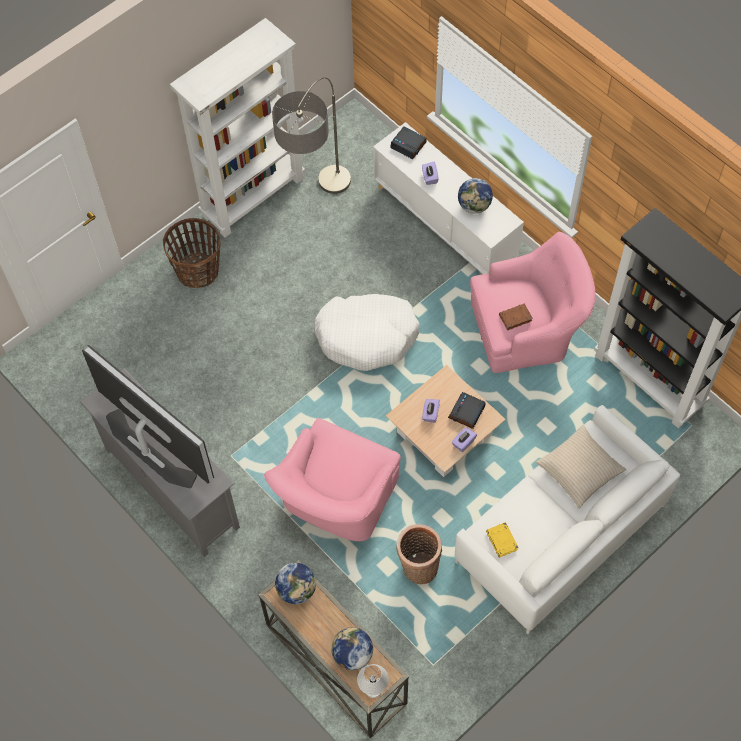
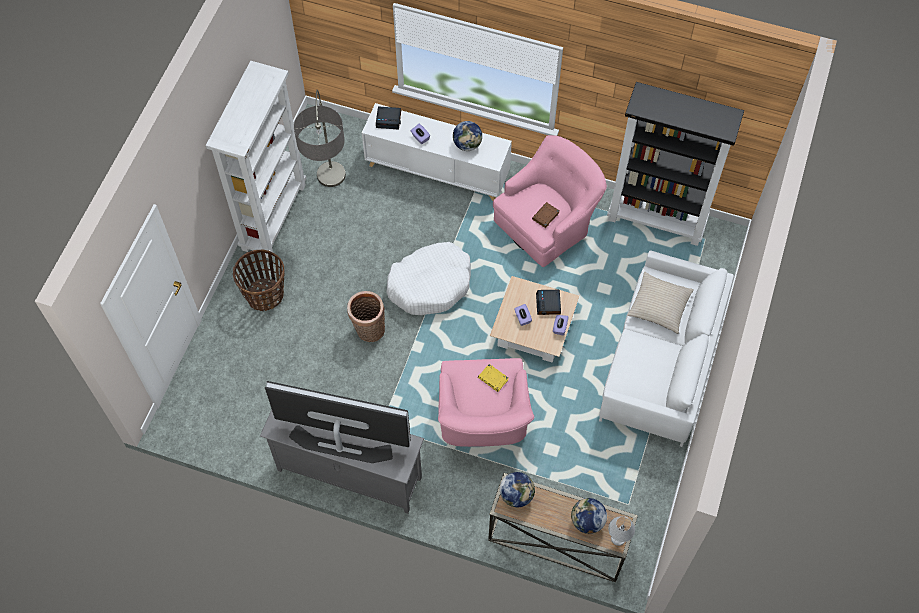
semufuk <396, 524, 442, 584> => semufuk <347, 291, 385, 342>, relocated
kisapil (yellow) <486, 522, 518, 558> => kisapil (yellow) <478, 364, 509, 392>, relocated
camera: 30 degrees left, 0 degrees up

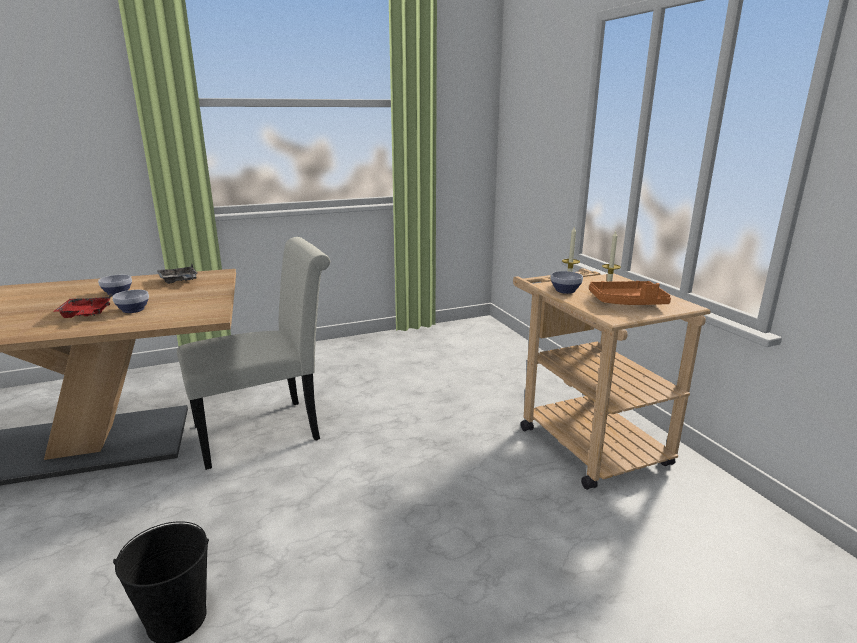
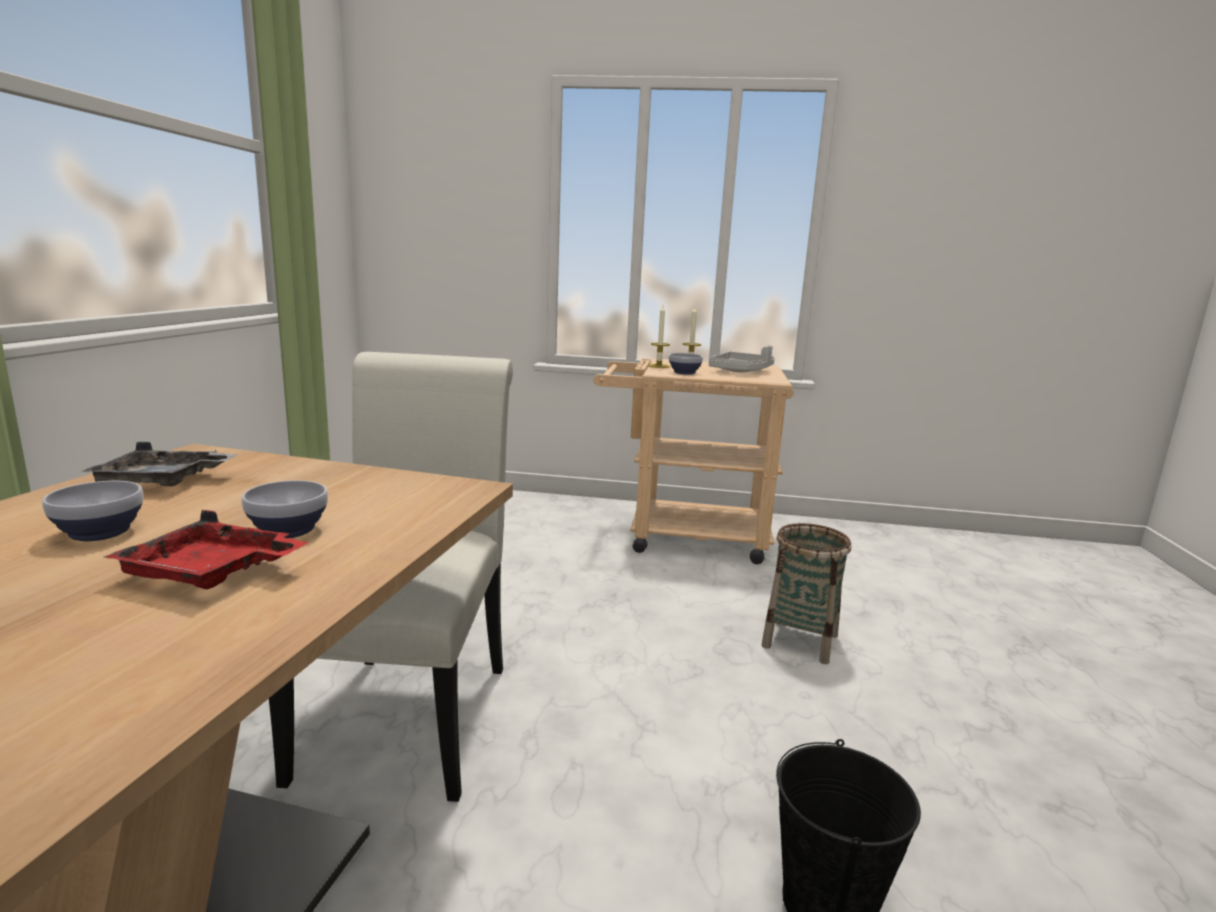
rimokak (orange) <589, 281, 671, 305> => rimokak (grey) <709, 346, 774, 372>
nothing => semufuk <762, 523, 851, 664>
camera: 60 degrees left, 5 degrees down

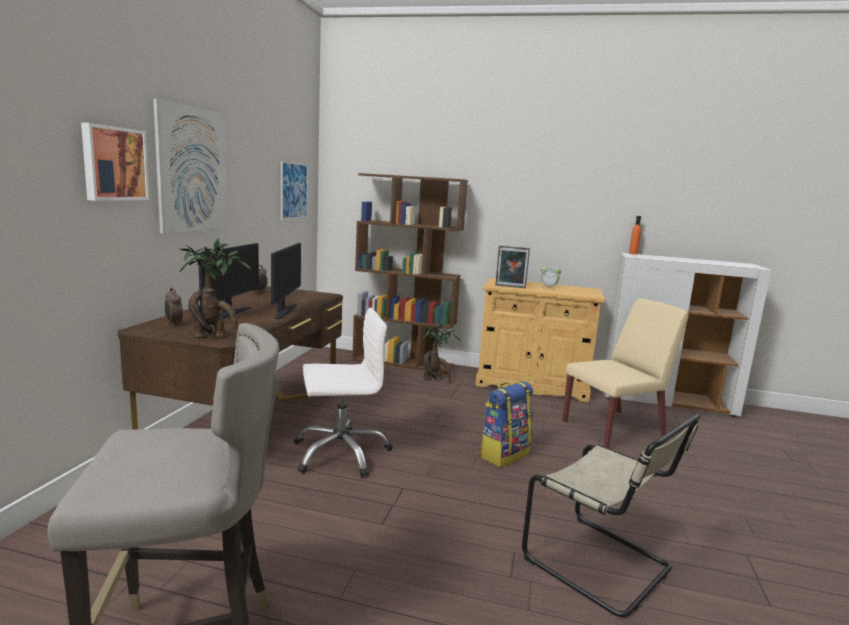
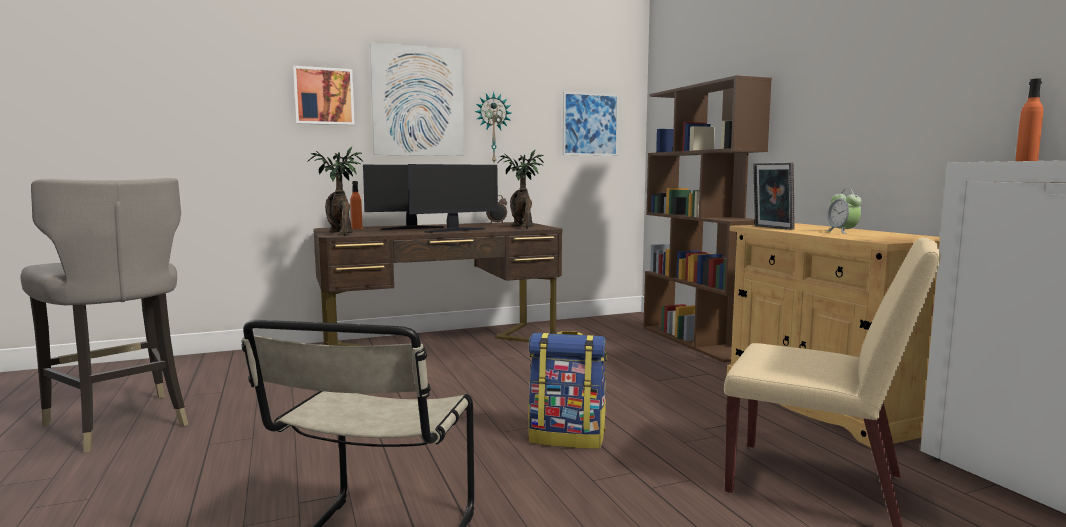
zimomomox <165, 288, 183, 326> => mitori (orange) <350, 181, 362, 229>
nothing => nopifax <475, 92, 511, 163>
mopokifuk <421, 321, 461, 383> => mopokifuk <498, 150, 544, 229>, relocated
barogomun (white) <294, 308, 393, 478> => nothing
camera: 55 degrees right, 5 degrees down

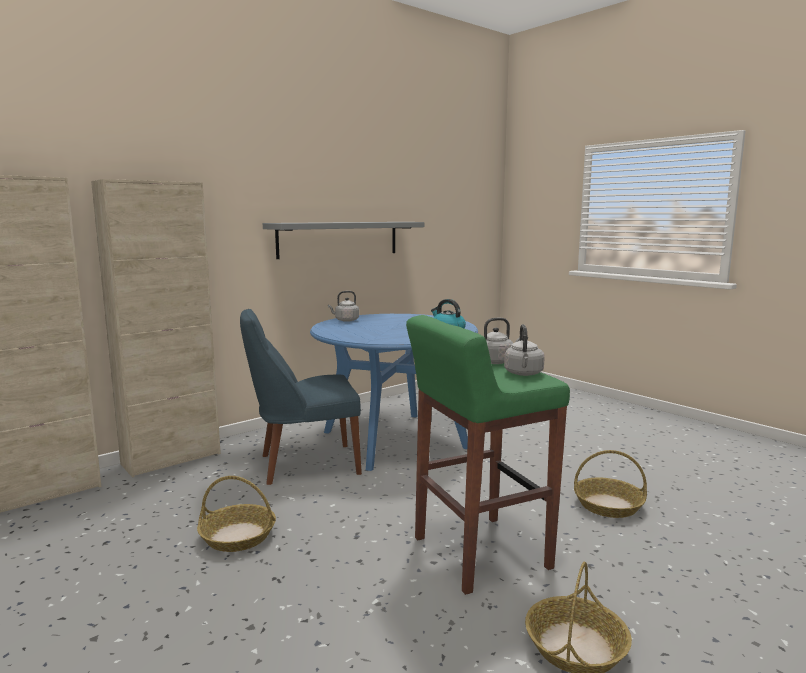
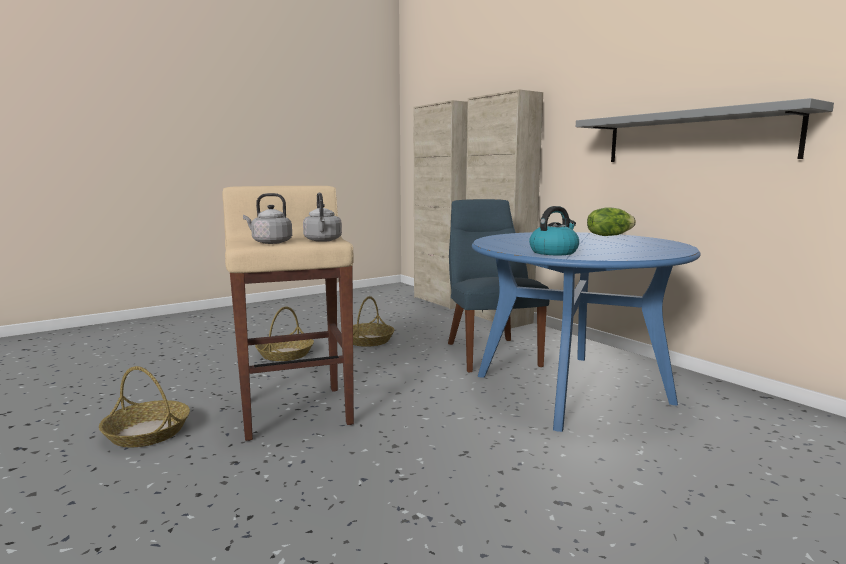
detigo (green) <406, 315, 570, 595> => detigo (beige) <222, 186, 354, 441>
semufuk <574, 450, 647, 518> => semufuk <255, 307, 314, 361>, relocated
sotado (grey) <328, 291, 359, 322> => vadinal <587, 207, 636, 236>
camera: 95 degrees right, 0 degrees up

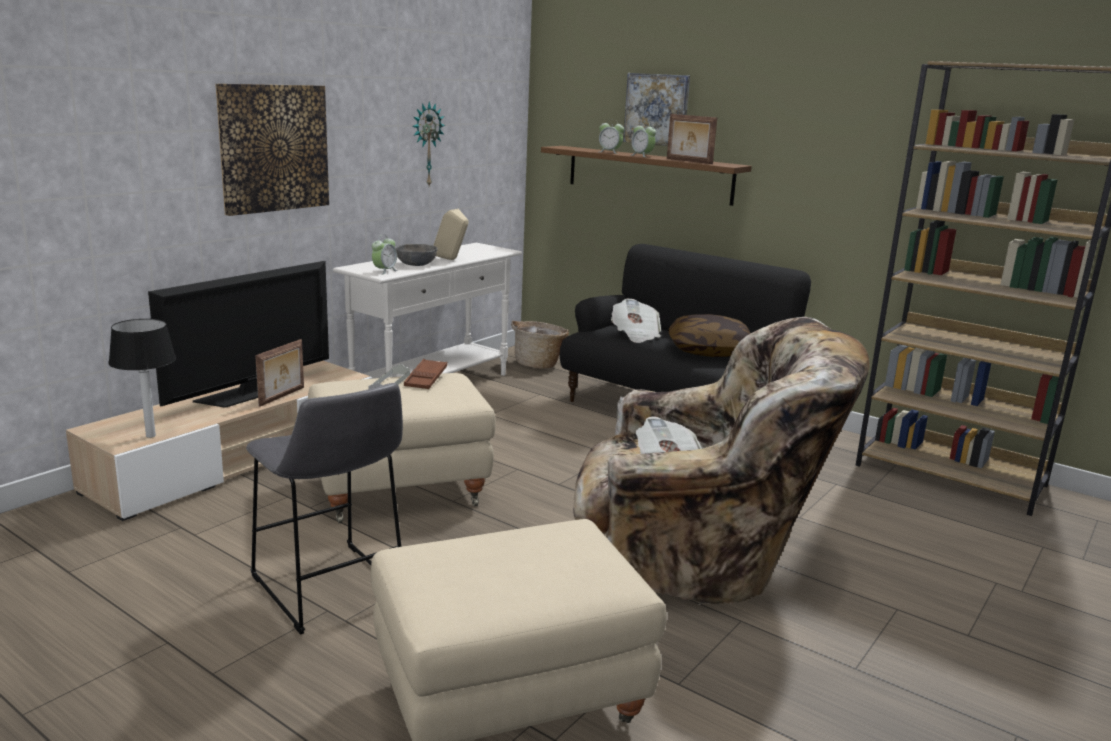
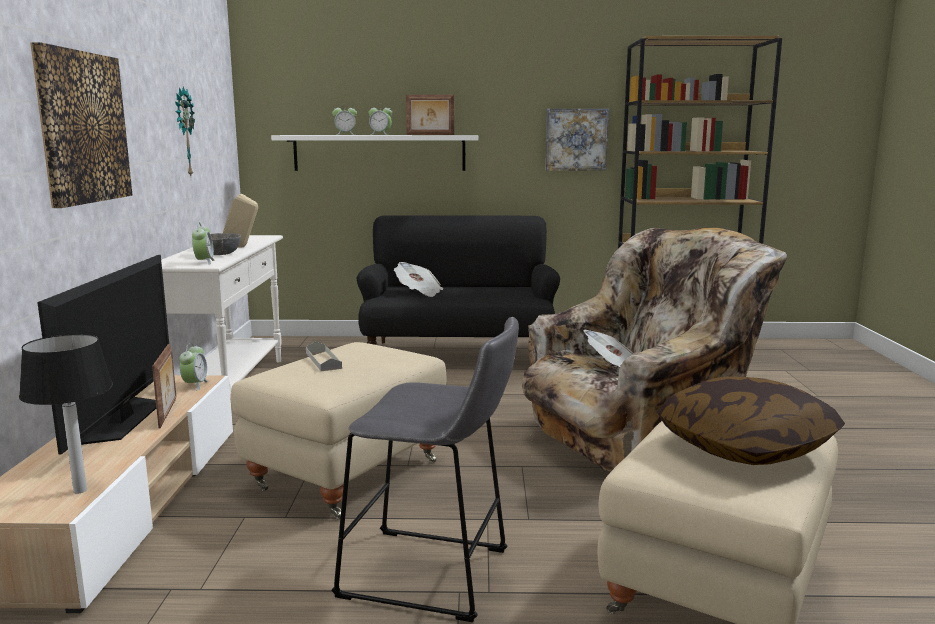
nothing => zimomomox <179, 343, 209, 390>
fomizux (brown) <541, 146, 752, 206> => fomizux (white) <271, 135, 479, 171>
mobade <623, 73, 690, 146> => mobade <546, 109, 609, 171>, relocated
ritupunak <669, 314, 750, 357> => ritupunak <657, 376, 845, 465>, relocated
rimokak (brown) <404, 359, 447, 389> => nothing
semufuk <511, 321, 569, 369> => nothing
camera: 35 degrees left, 5 degrees down

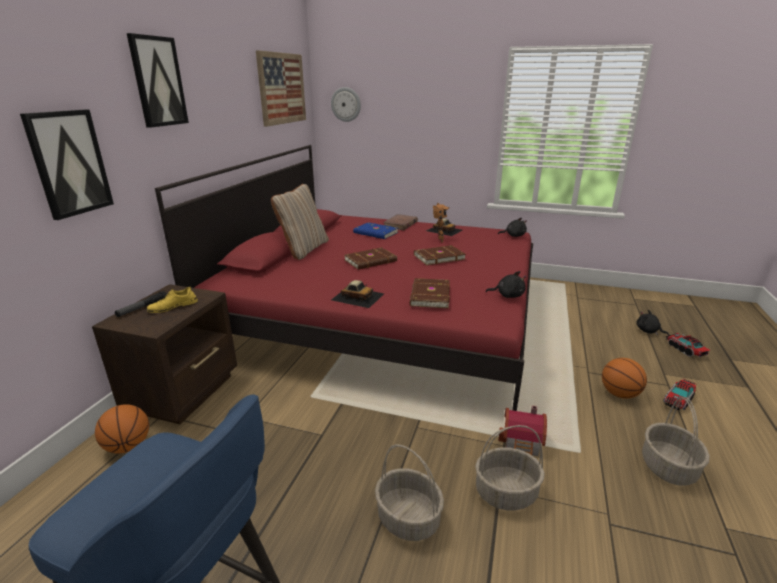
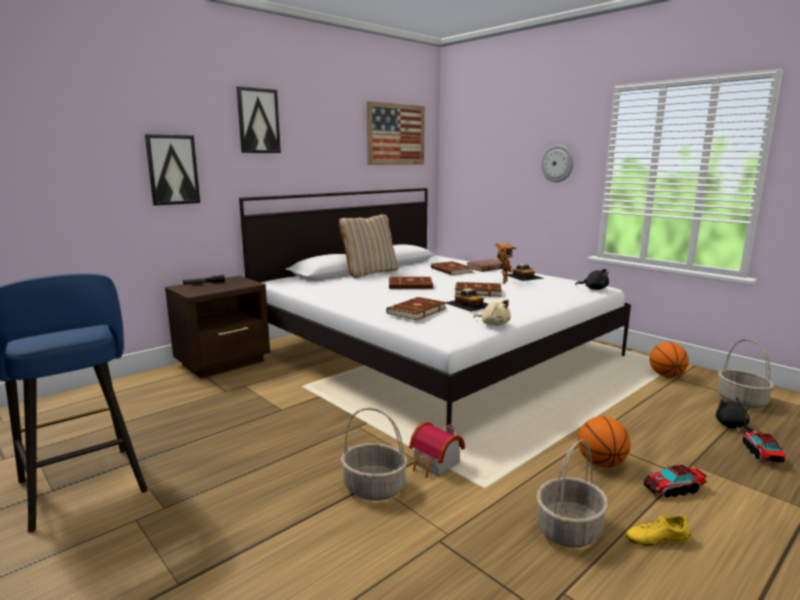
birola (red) <155, 145, 533, 411> => birola (white) <239, 188, 631, 432>
kisapil (blue) <353, 222, 398, 239> => kisapil (brown) <431, 261, 473, 275>
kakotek <331, 280, 384, 308> => kakotek <446, 288, 488, 312>, relocated
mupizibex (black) <486, 271, 526, 298> => mupizibex (beige) <473, 299, 511, 326>
nopifax <331, 87, 361, 122> => nopifax <541, 145, 574, 182>, relocated
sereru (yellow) <147, 287, 198, 313> => sereru (yellow) <625, 514, 691, 547>, relocated
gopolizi <95, 404, 149, 453> => gopolizi <649, 342, 689, 377>, relocated
semufuk <375, 444, 444, 541> => semufuk <717, 339, 774, 409>, relocated
camera: 30 degrees right, 10 degrees down

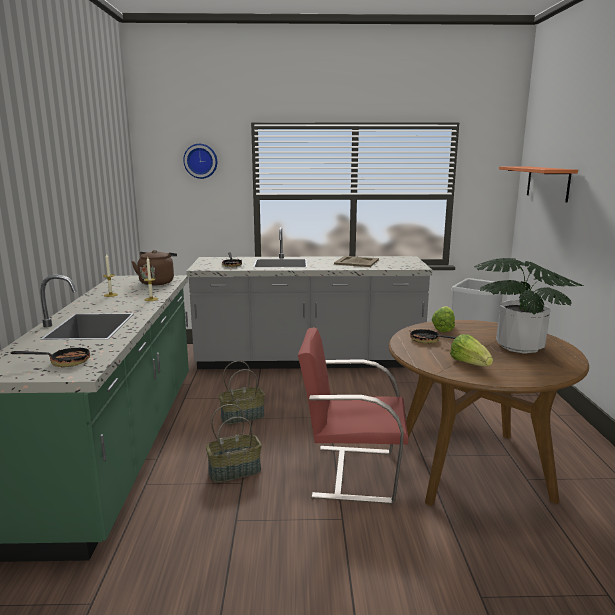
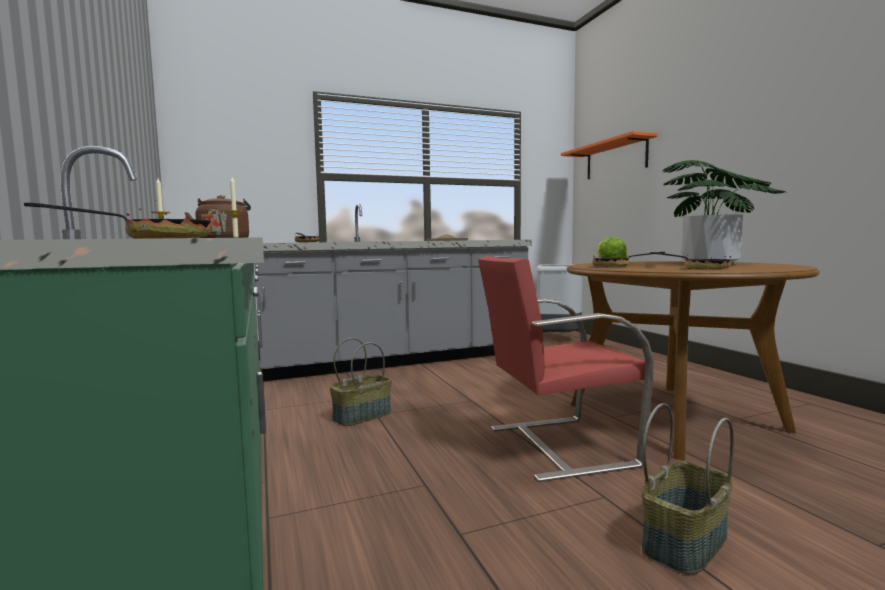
semufuk <206, 404, 262, 483> => semufuk <641, 403, 734, 575>, relocated
vadinal <450, 334, 493, 366> => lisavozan <650, 250, 732, 269>
nopifax <183, 144, 217, 179> => nothing
camera: 20 degrees left, 10 degrees down

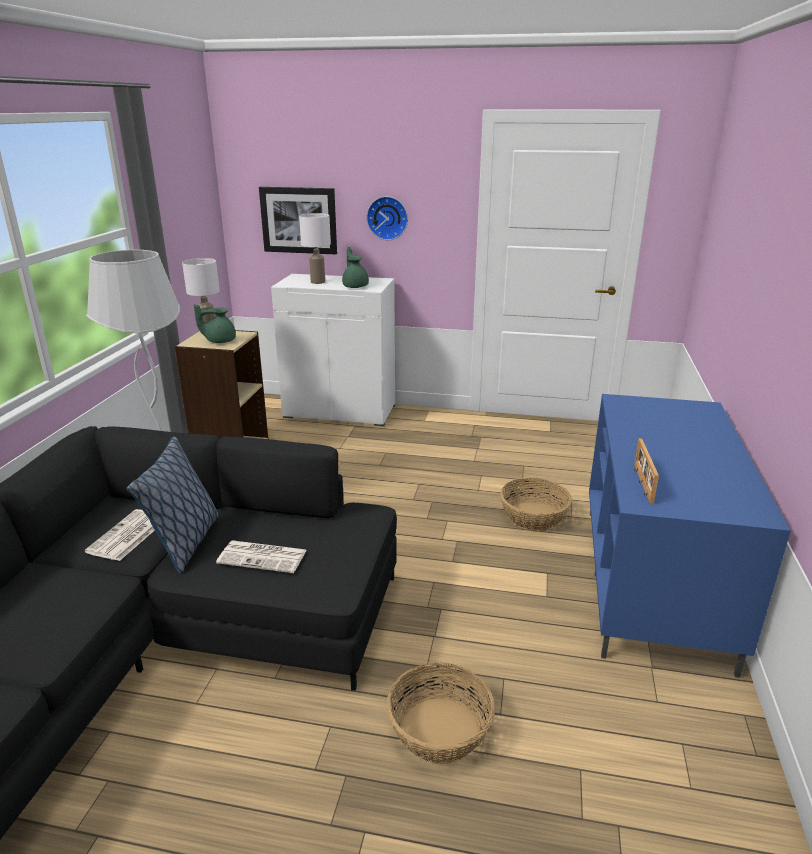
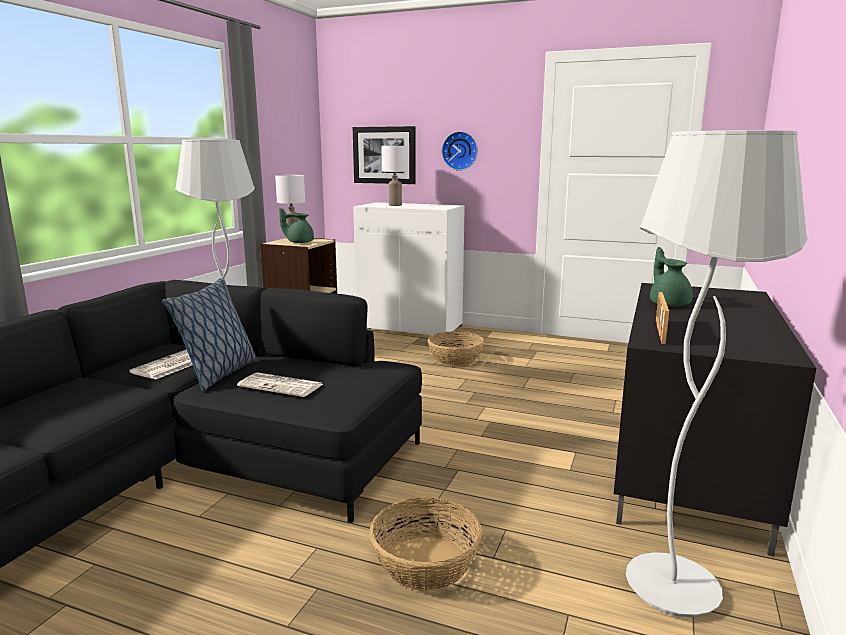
semufuk <501, 478, 572, 531> => semufuk <428, 331, 484, 366>, relocated
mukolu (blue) <589, 394, 791, 678> => mukolu (black) <614, 283, 816, 557>
nothing => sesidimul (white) <626, 130, 808, 617>
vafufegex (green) <342, 247, 369, 288> => vafufegex (green) <650, 247, 693, 307>, relocated
camera: 10 degrees right, 10 degrees down

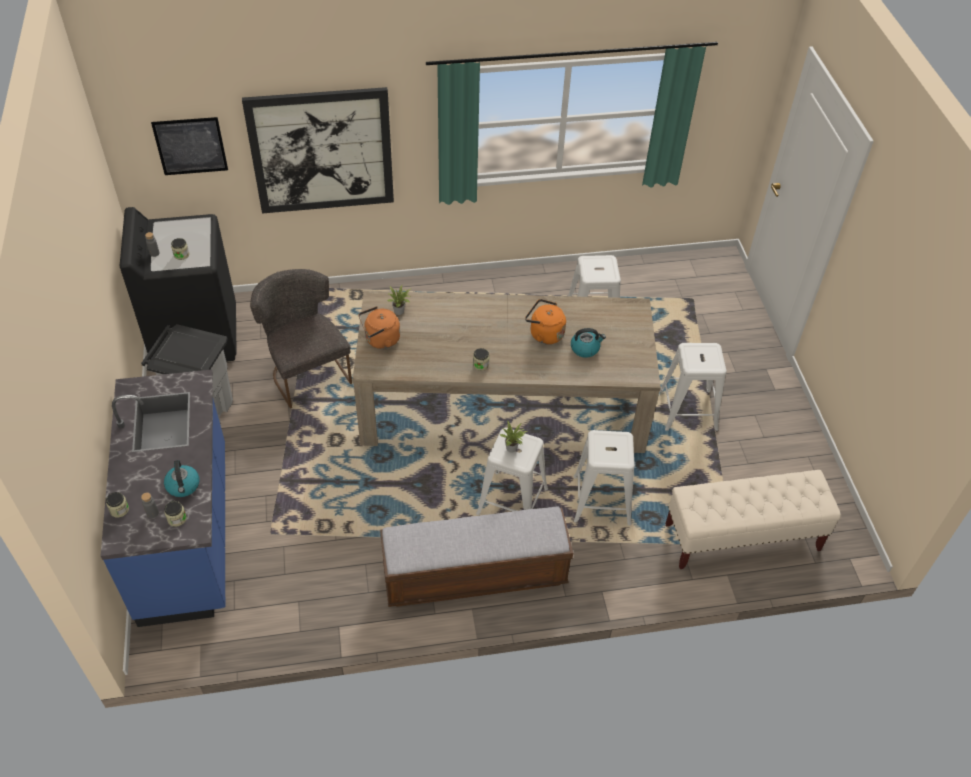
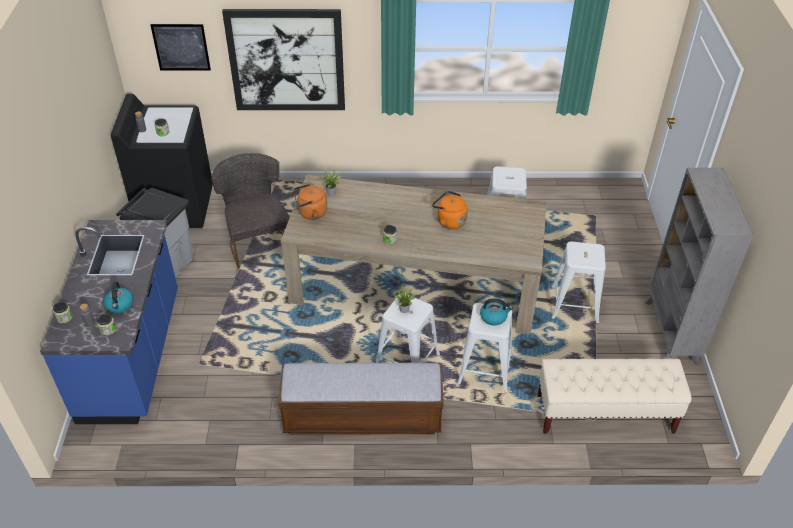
sotado <571, 328, 606, 358> => sotado <480, 298, 513, 325>, relocated
nothing => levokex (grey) <645, 168, 754, 366>
camera: 10 degrees right, 5 degrees down

